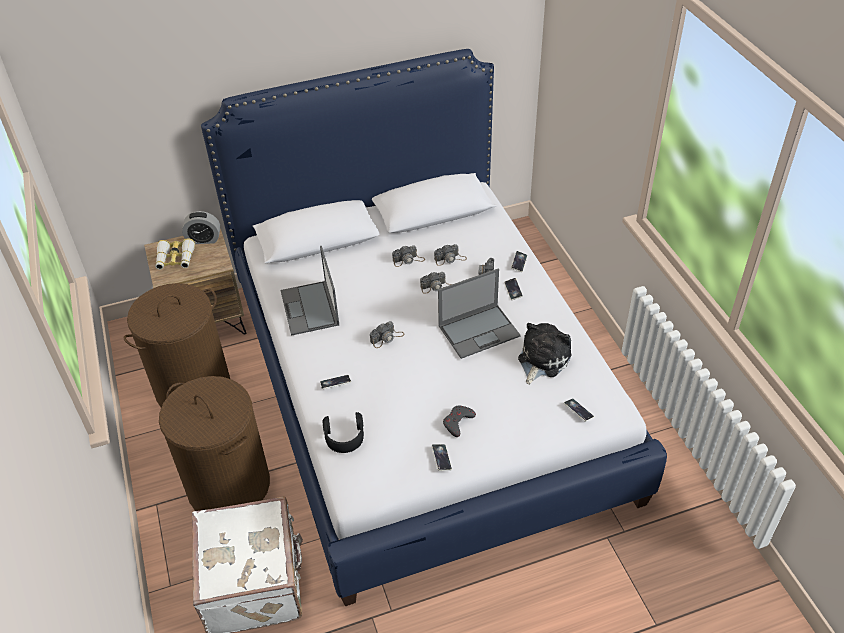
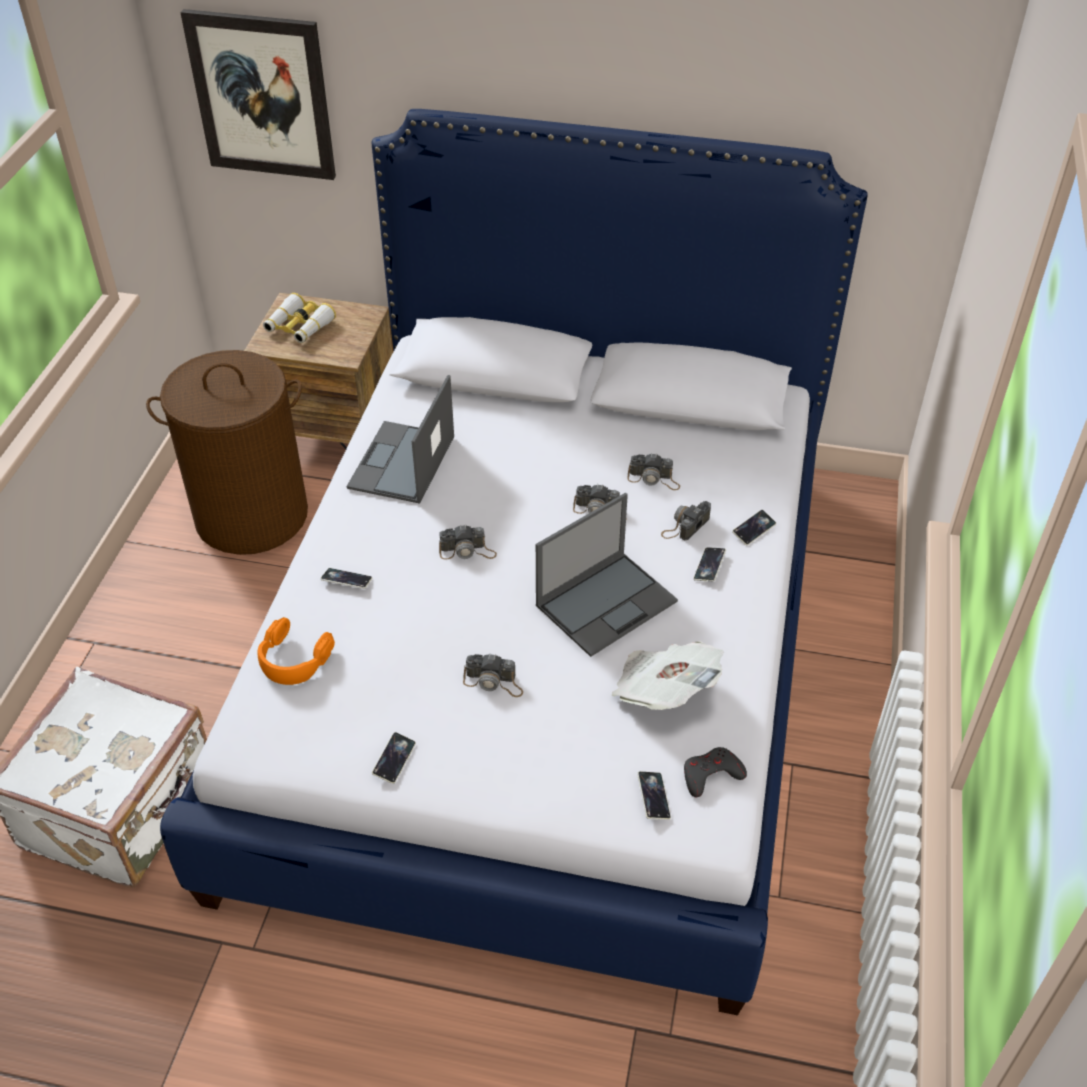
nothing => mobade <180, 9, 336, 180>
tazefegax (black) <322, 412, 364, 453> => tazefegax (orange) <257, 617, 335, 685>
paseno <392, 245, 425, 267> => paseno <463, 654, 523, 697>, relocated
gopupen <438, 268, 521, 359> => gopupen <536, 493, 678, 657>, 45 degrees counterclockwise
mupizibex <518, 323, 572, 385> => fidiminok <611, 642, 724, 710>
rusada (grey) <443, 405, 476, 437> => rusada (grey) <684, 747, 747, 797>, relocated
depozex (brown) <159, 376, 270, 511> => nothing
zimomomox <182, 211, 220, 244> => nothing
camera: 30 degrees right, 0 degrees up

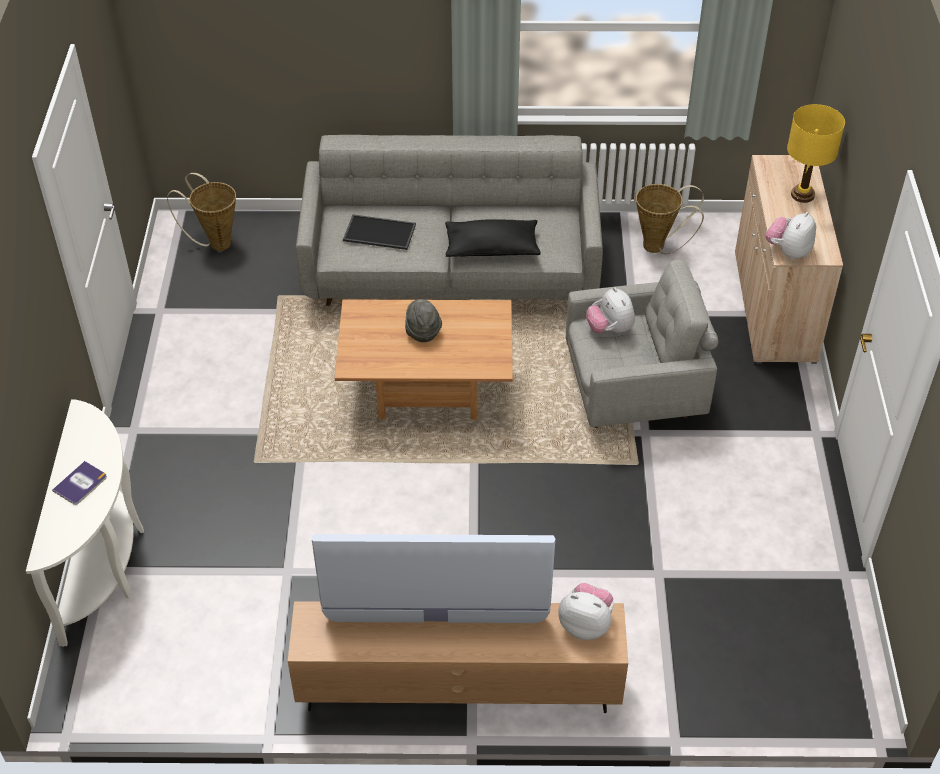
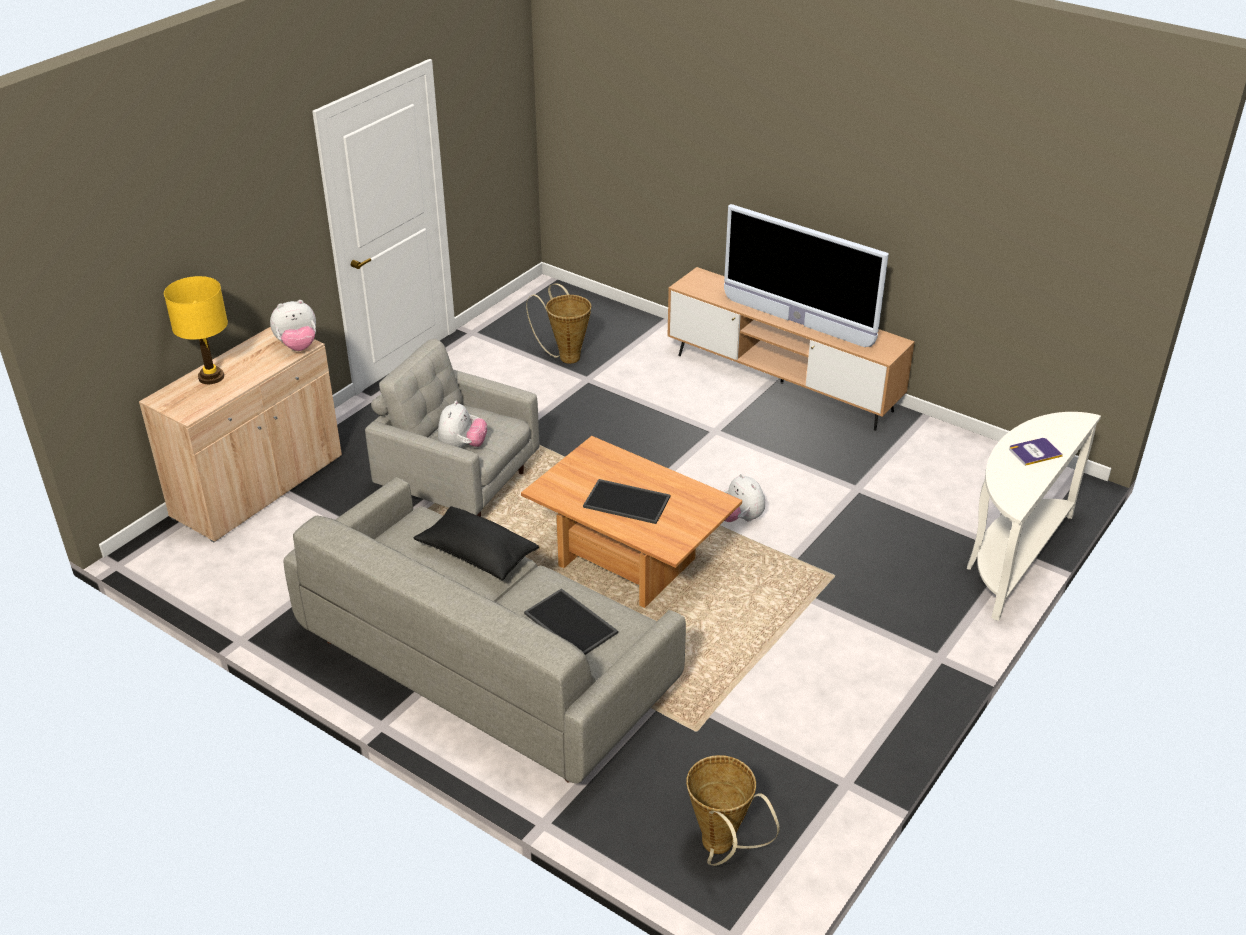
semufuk <636, 184, 704, 254> => semufuk <526, 283, 591, 364>, relocated
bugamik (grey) <405, 299, 442, 342> => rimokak <583, 479, 671, 524>
mupizibex <558, 583, 614, 640> => mupizibex <723, 474, 765, 522>, relocated
camera: 145 degrees left, 10 degrees down

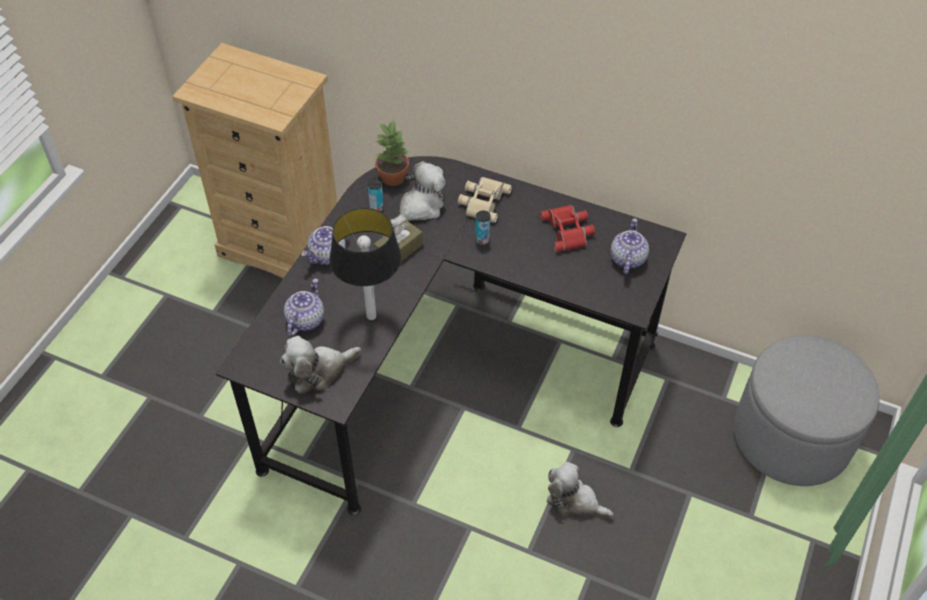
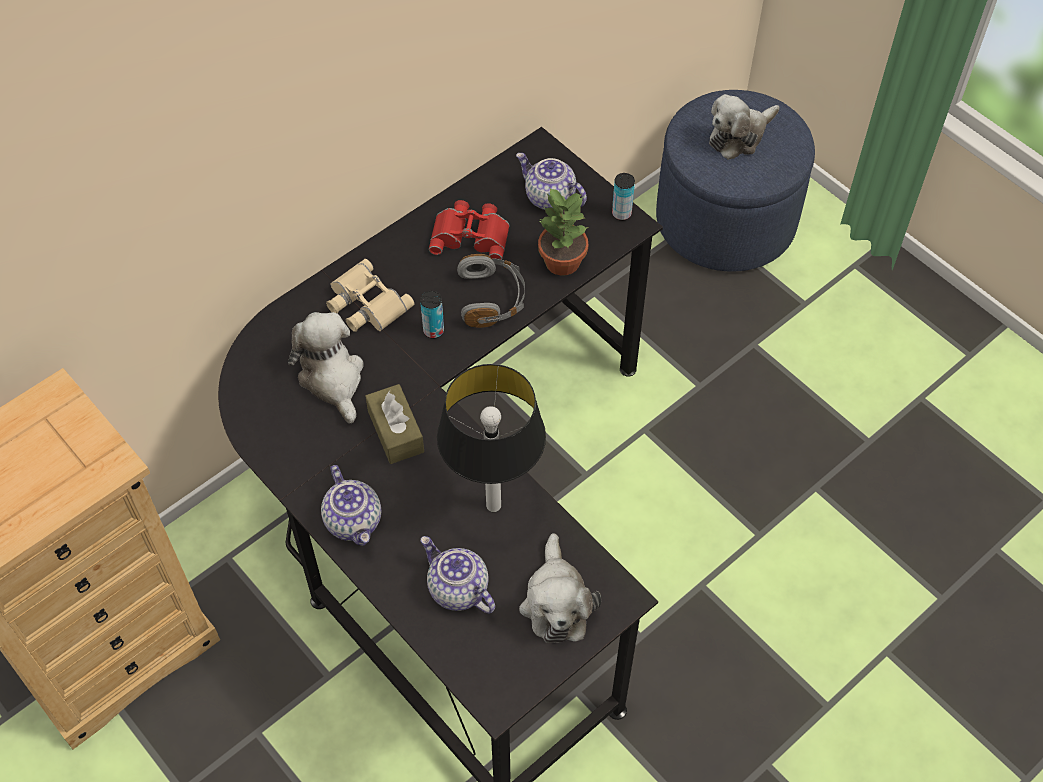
nothing => tazefegax (grey) <457, 254, 525, 328>
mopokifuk <375, 121, 410, 186> => mopokifuk <538, 187, 589, 276>, relocated
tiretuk <368, 178, 384, 212> => tiretuk <612, 173, 635, 221>, relocated
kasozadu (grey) <734, 335, 880, 486> => kasozadu (blue) <656, 90, 815, 272>
mupizibex <547, 462, 614, 518> => mupizibex <709, 94, 780, 160>, relocated
camera: 65 degrees left, 5 degrees up

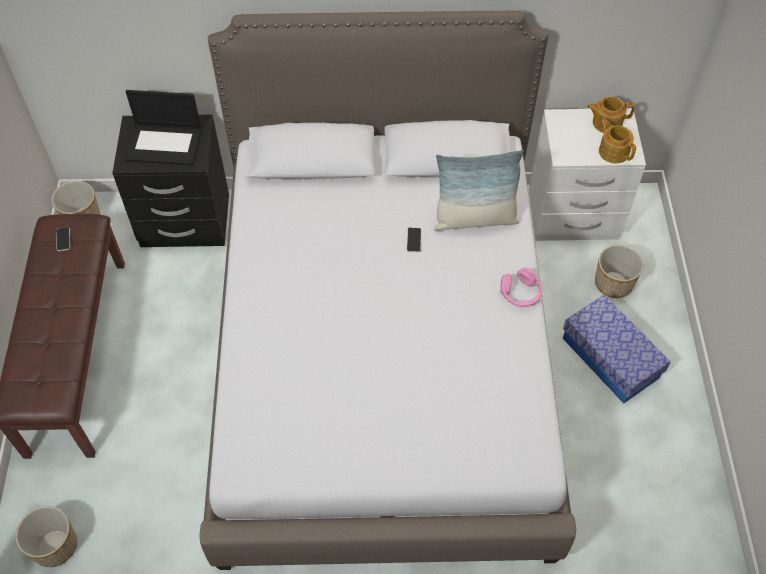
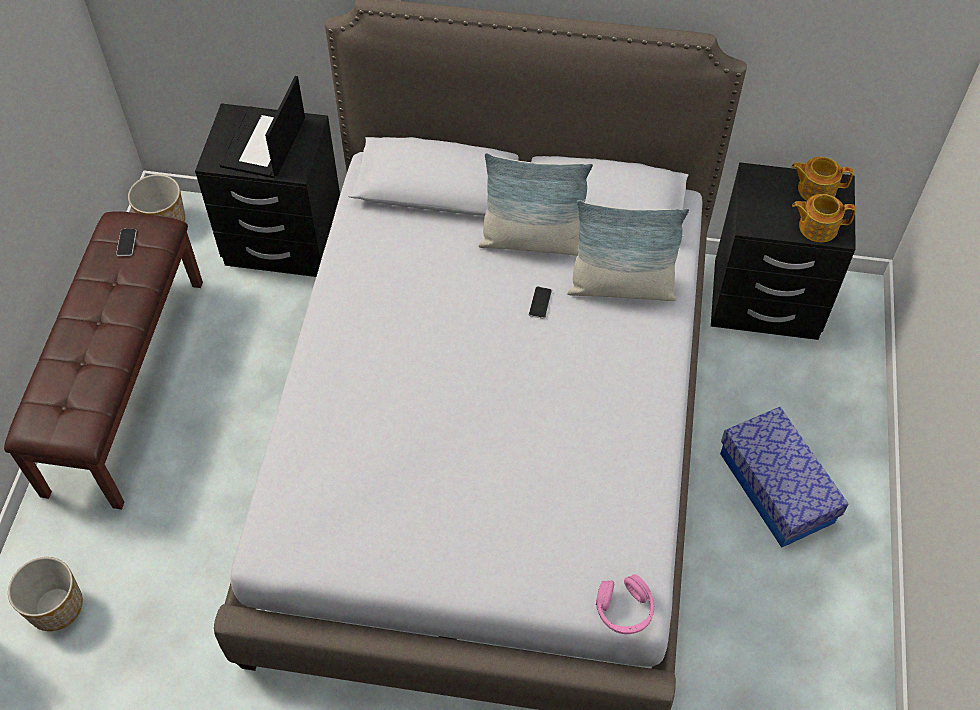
gopupen <125, 90, 202, 165> => gopupen <220, 76, 305, 178>, 90 degrees clockwise
nothing => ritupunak <478, 153, 593, 256>
tazefegax (pink) <500, 268, 542, 307> => tazefegax (pink) <596, 574, 654, 634>, relocated
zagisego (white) <529, 108, 646, 241> => zagisego (black) <711, 162, 856, 340>
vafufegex <599, 119, 636, 164> => vafufegex <792, 194, 856, 242>, 60 degrees counterclockwise
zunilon <595, 245, 644, 298> => nothing
camera: 10 degrees right, 0 degrees up

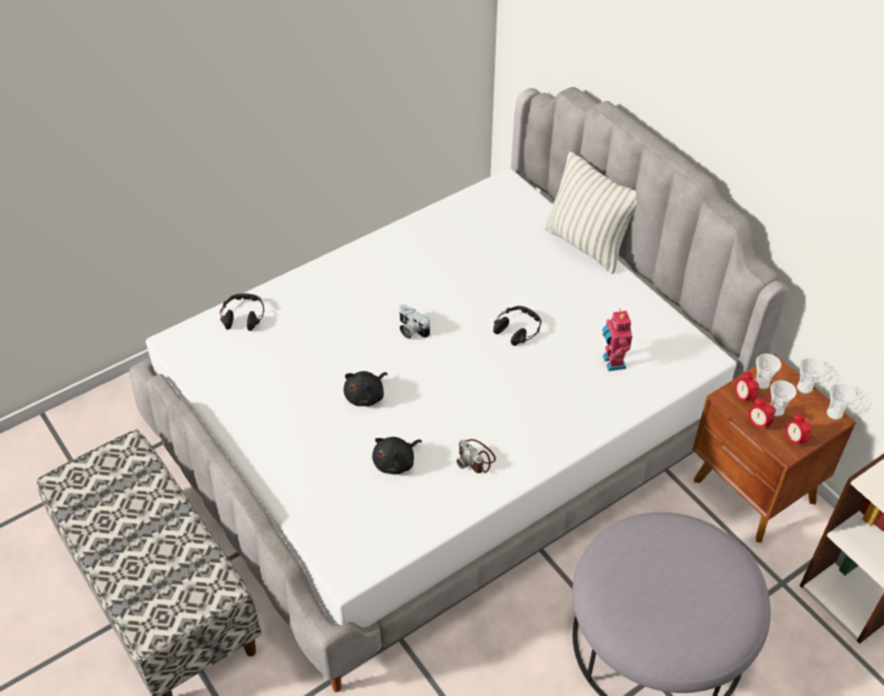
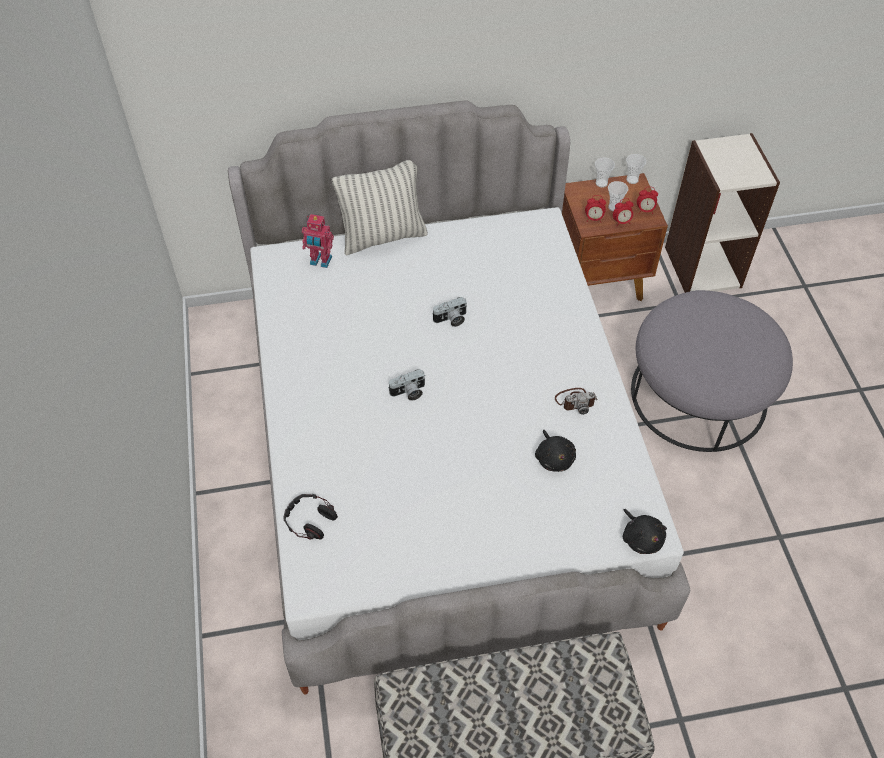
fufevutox <602, 309, 632, 371> => fufevutox <302, 214, 334, 268>, relocated
tazefegax <493, 306, 542, 346> => paseno <432, 297, 466, 327>
mupizibex (black) <344, 371, 388, 406> => mupizibex (black) <623, 509, 667, 554>, relocated
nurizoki <755, 354, 781, 389> => nothing
camera: 65 degrees left, 5 degrees up

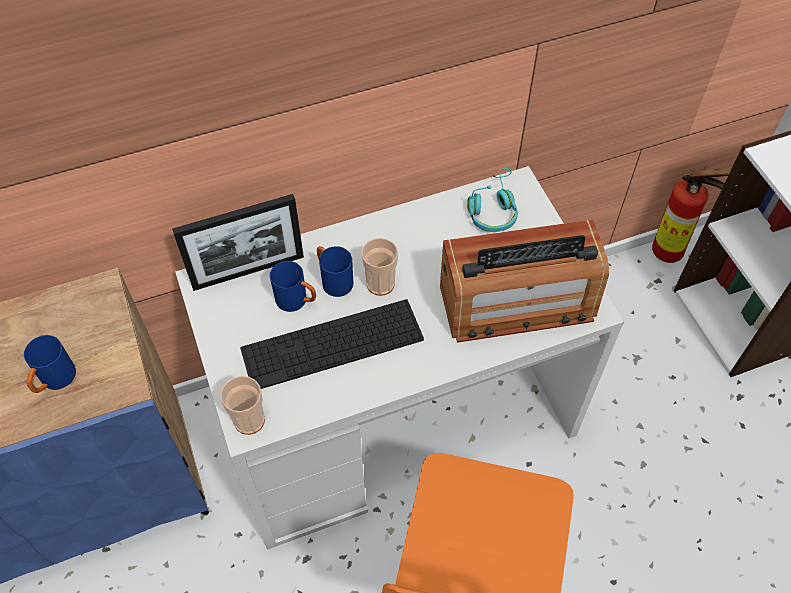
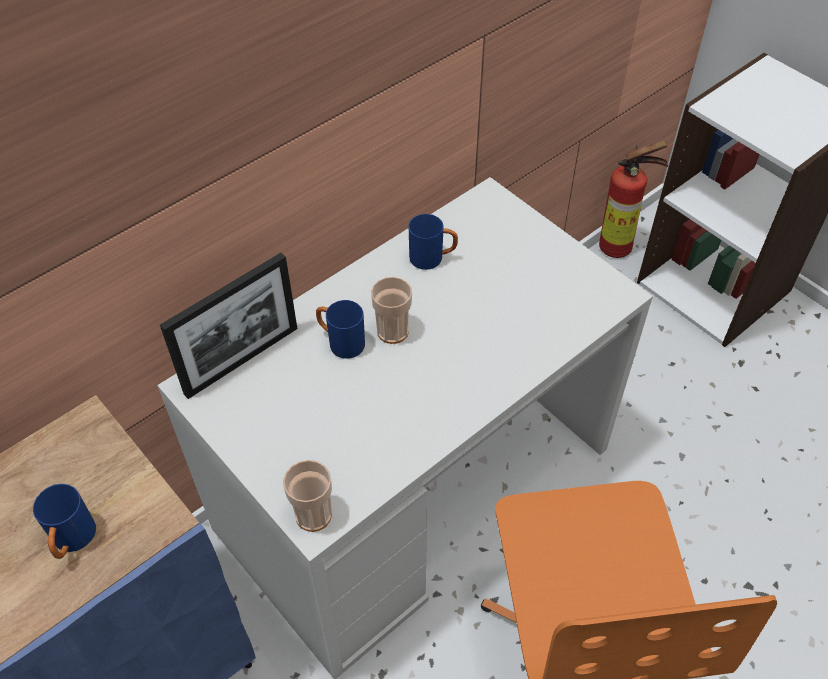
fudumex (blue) <270, 261, 316, 312> => fudumex (blue) <409, 214, 458, 270>, relocated
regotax <240, 299, 424, 389> => nothing
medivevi <440, 219, 609, 343> => nothing
tazefegax (turquoise) <467, 168, 518, 232> => nothing
camera: 20 degrees left, 5 degrees down

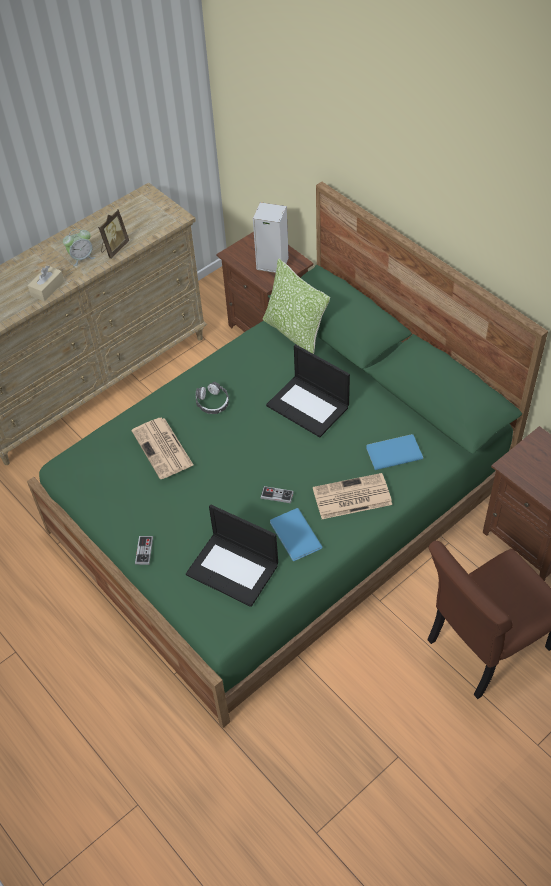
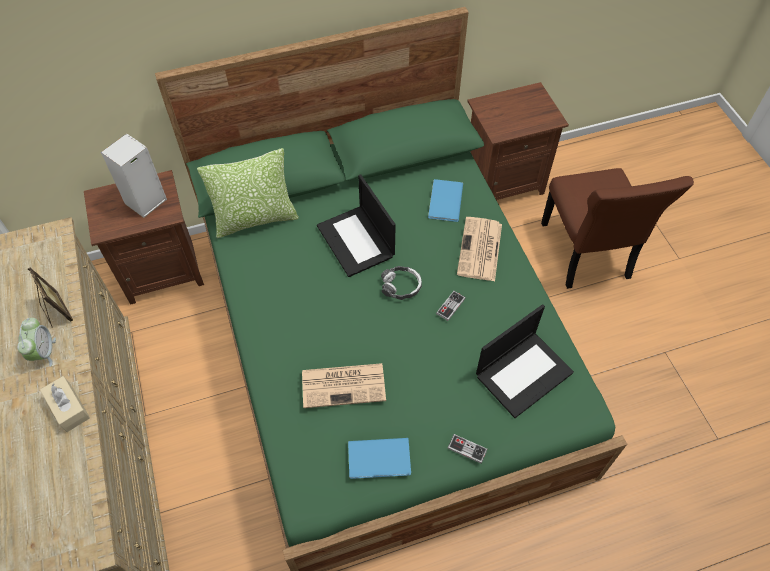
gopupen <266, 344, 350, 437> => gopupen <317, 174, 396, 277>, 90 degrees clockwise
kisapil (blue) <270, 508, 323, 561> => kisapil (blue) <348, 438, 411, 479>, relocated
tazefegax <196, 382, 229, 414> => tazefegax <381, 266, 422, 300>, relocated
camera: 70 degrees left, 5 degrees up

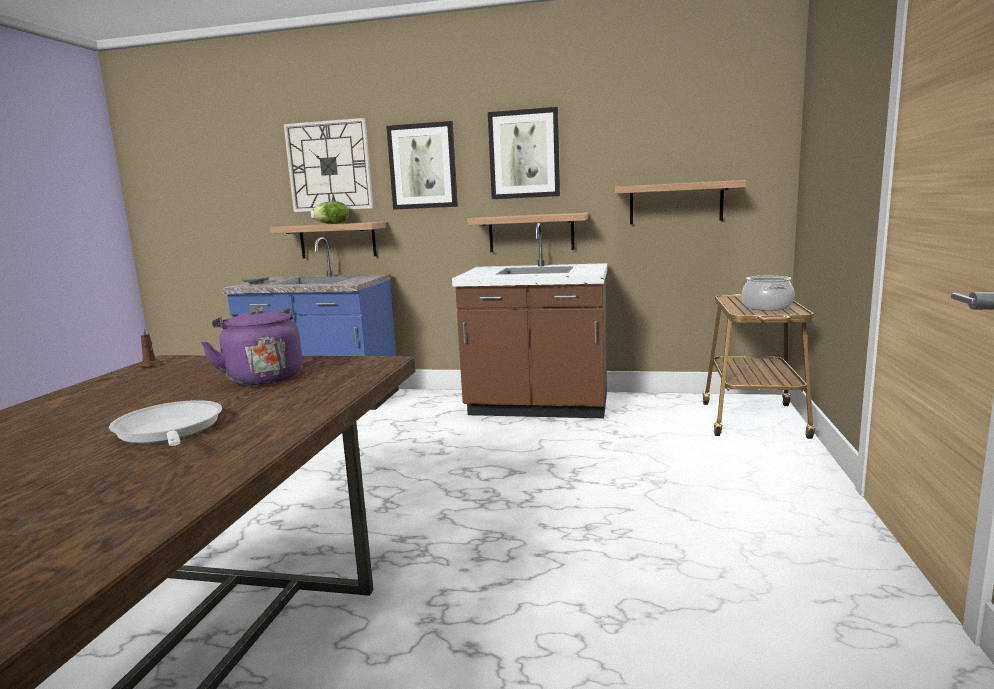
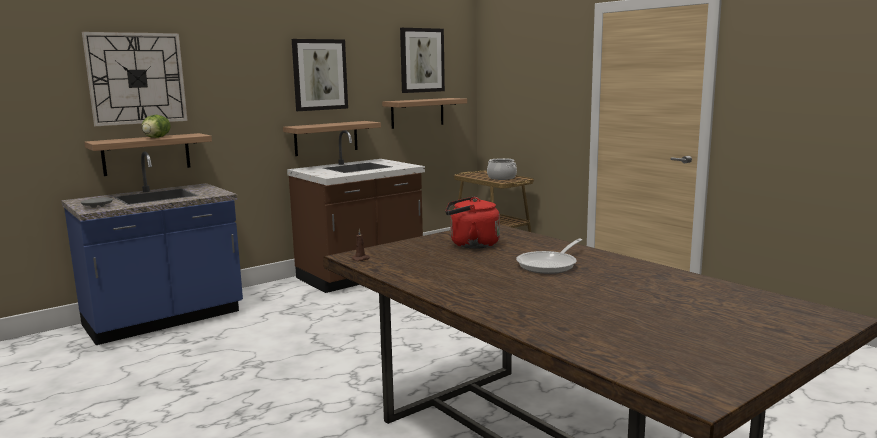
mobade <386, 121, 458, 210> => mobade <400, 28, 445, 93>, relocated
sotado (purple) <201, 307, 302, 386> => sotado (red) <445, 196, 500, 249>
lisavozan <109, 400, 222, 446> => lisavozan <516, 238, 582, 274>, 60 degrees counterclockwise
camera: 50 degrees left, 0 degrees up

